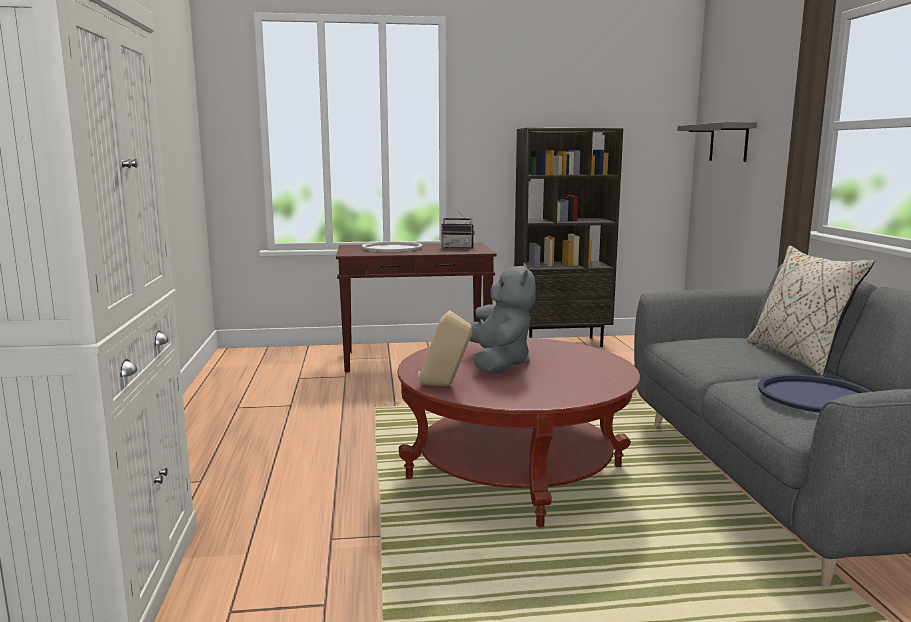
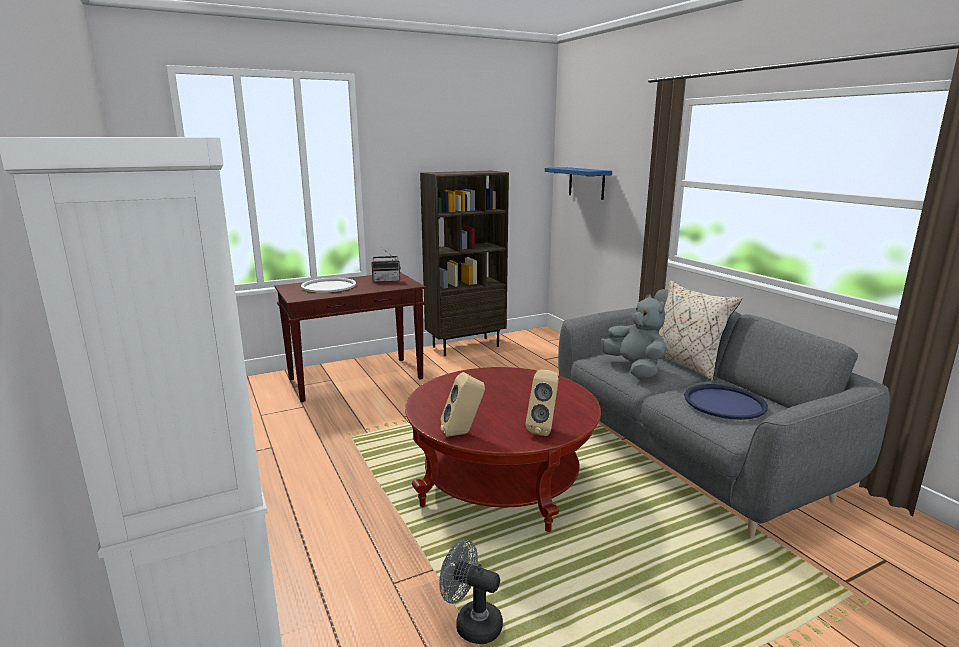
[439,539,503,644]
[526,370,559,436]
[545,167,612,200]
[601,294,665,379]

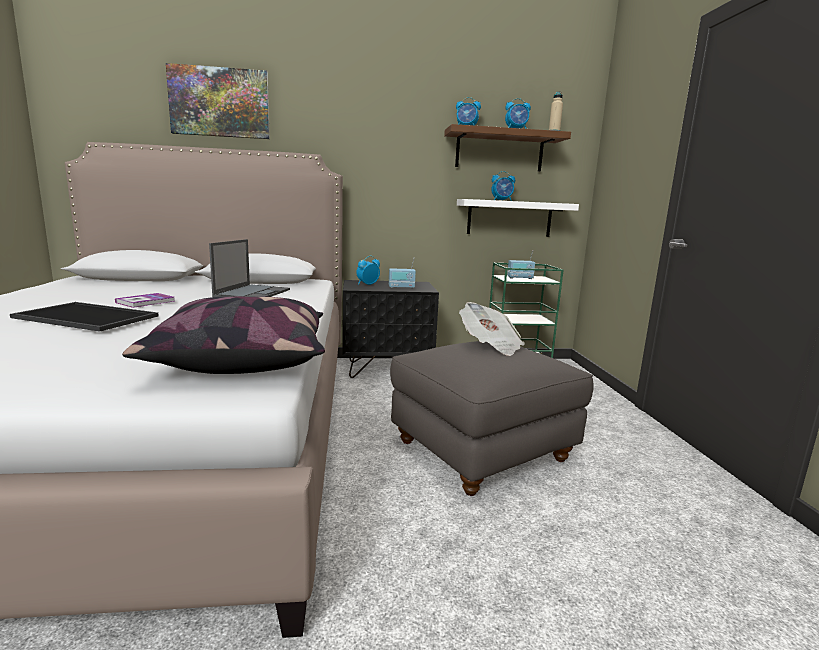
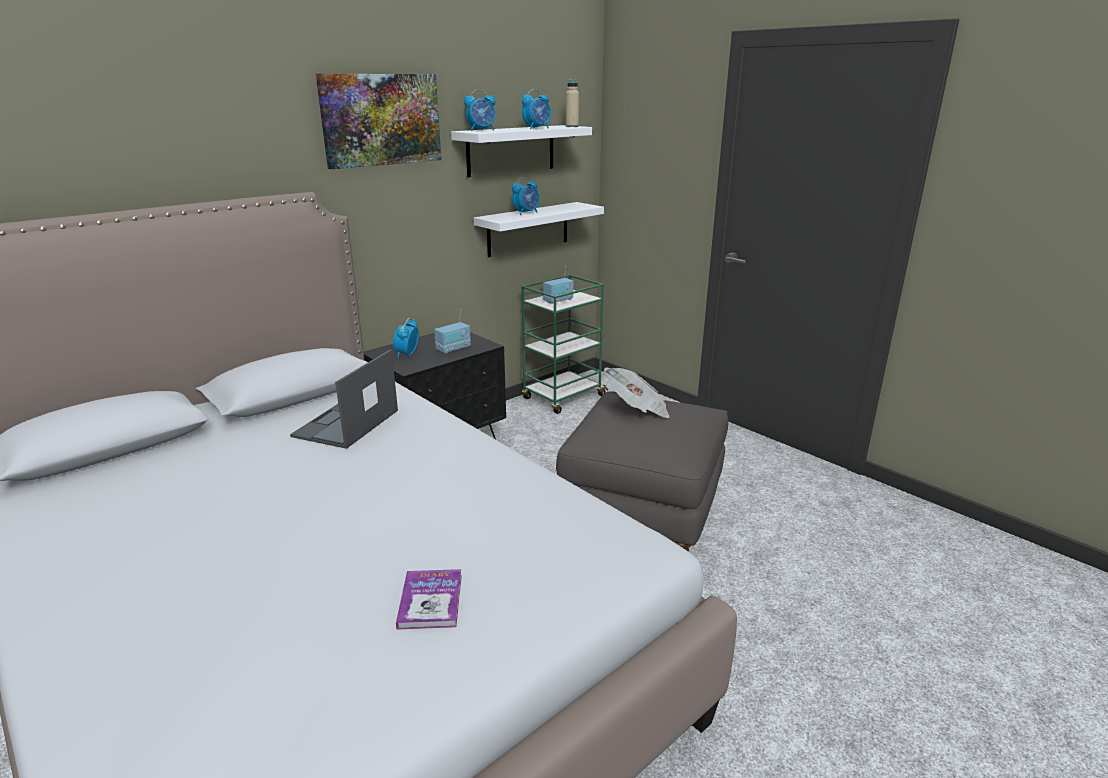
[290,350,398,449]
[316,74,441,169]
[396,569,462,630]
[451,125,592,177]
[10,302,159,332] (first image)
[122,296,325,374] (first image)

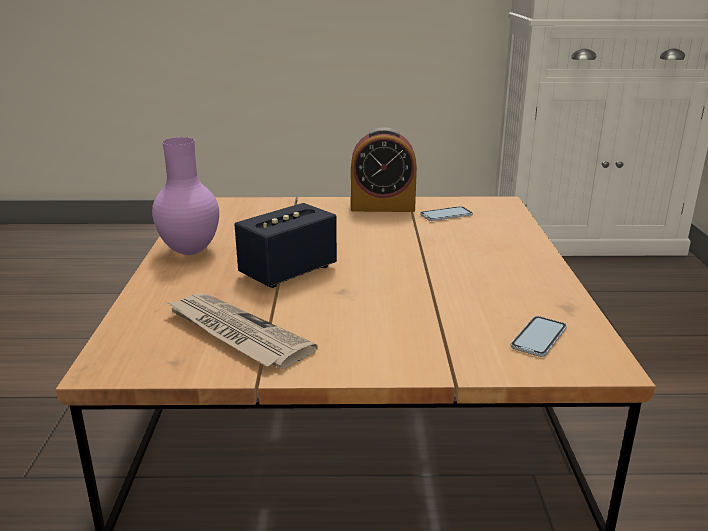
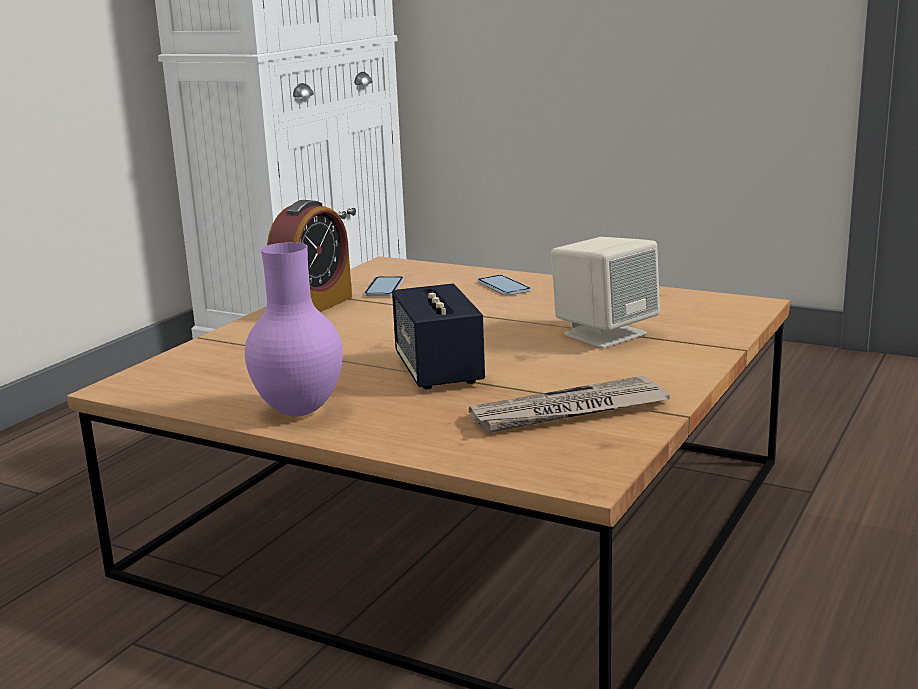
[477,275,531,295]
[551,237,660,348]

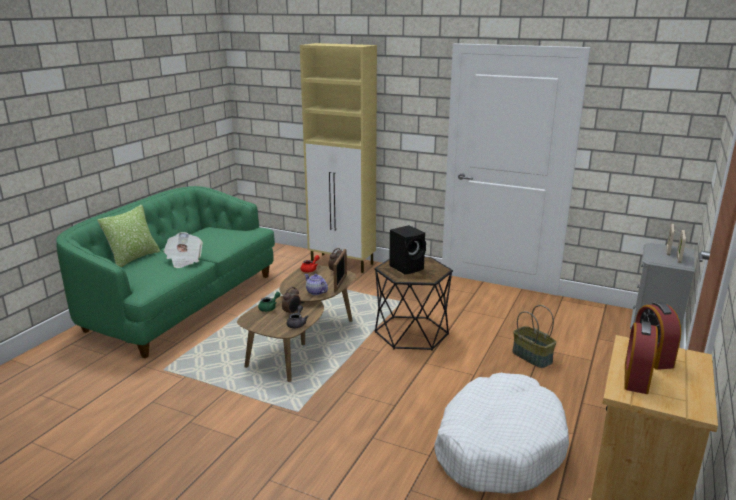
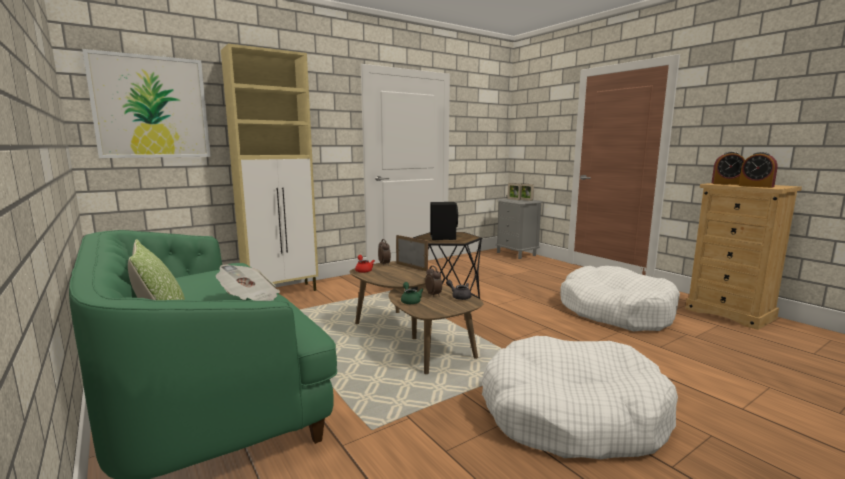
[82,49,211,158]
[482,336,678,459]
[305,274,328,295] (first image)
[512,305,556,368] (first image)

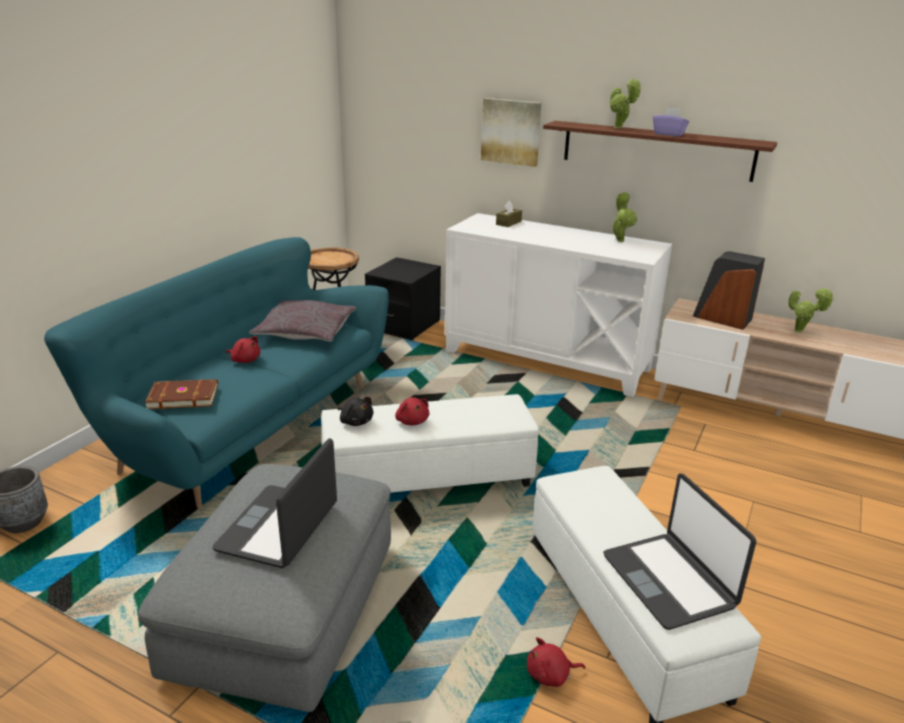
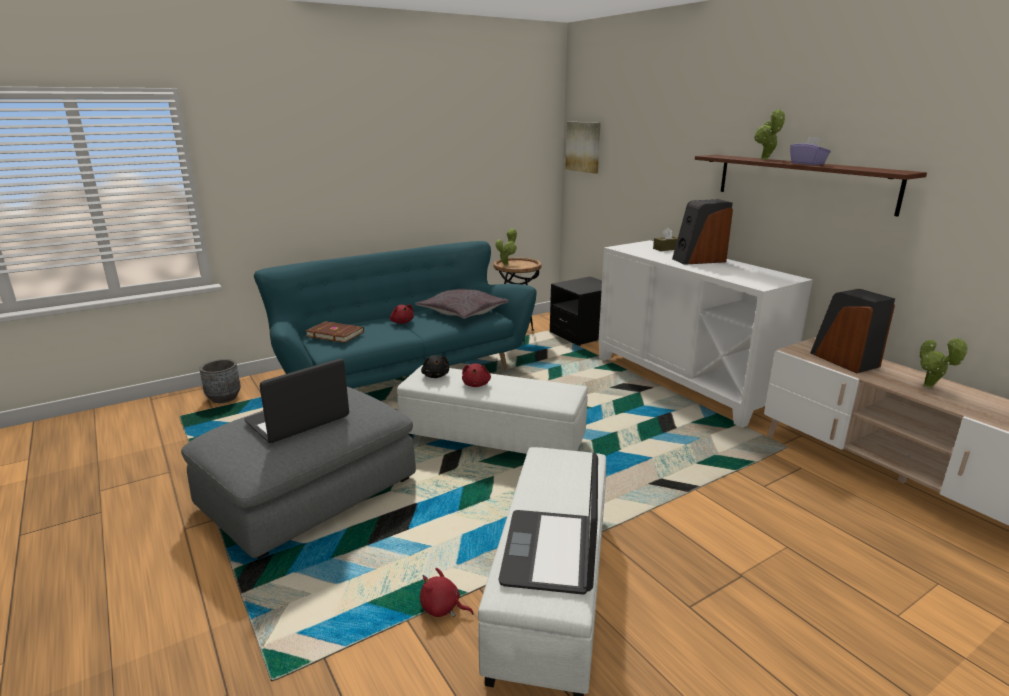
[496,228,517,266]
[565,122,601,174]
[672,199,733,265]

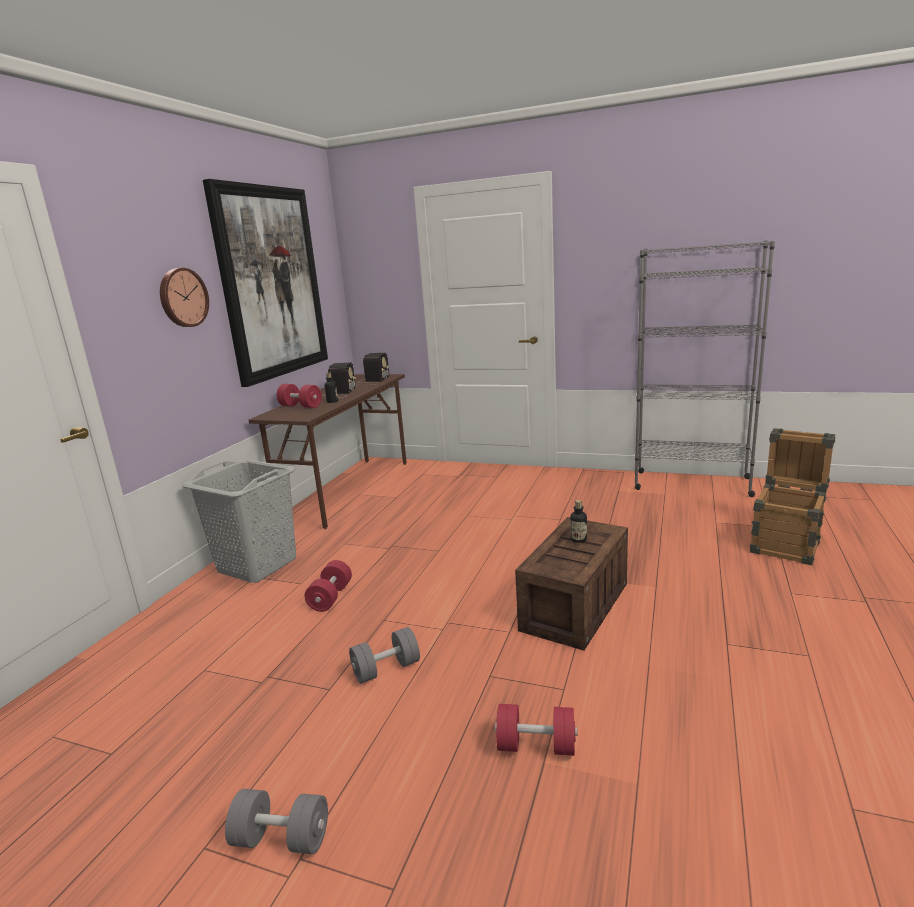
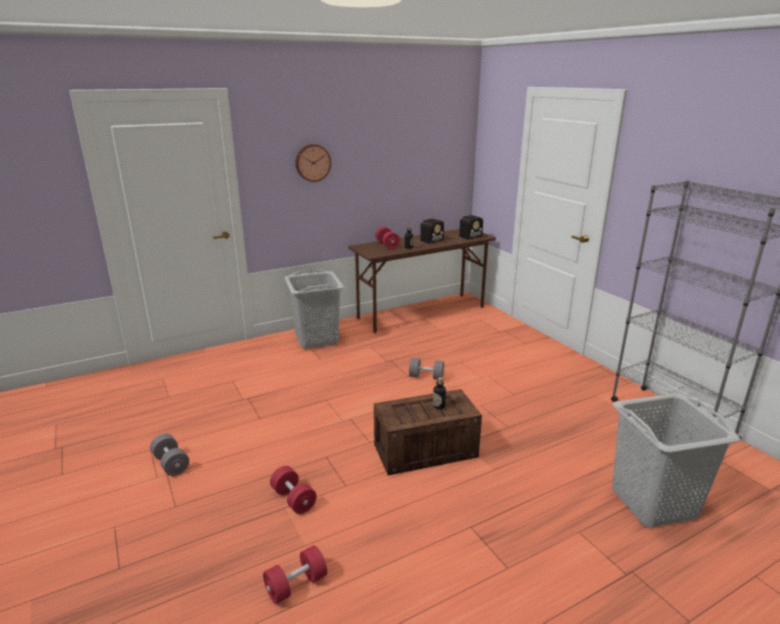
[263,545,327,604]
[409,358,445,380]
[612,393,741,528]
[203,179,328,387] (first image)

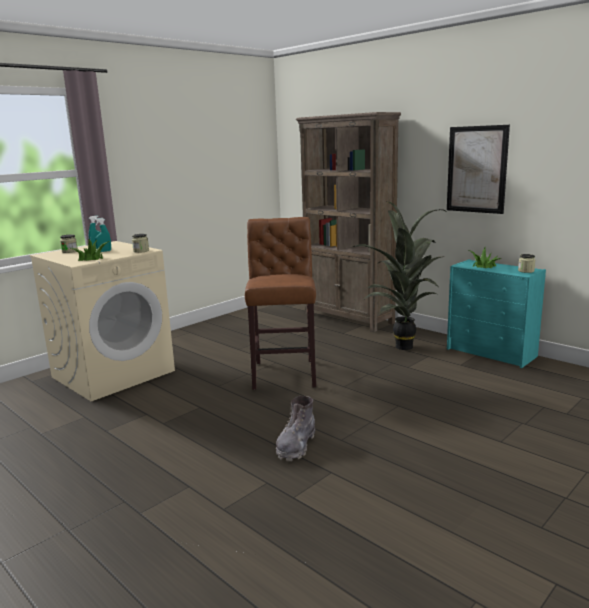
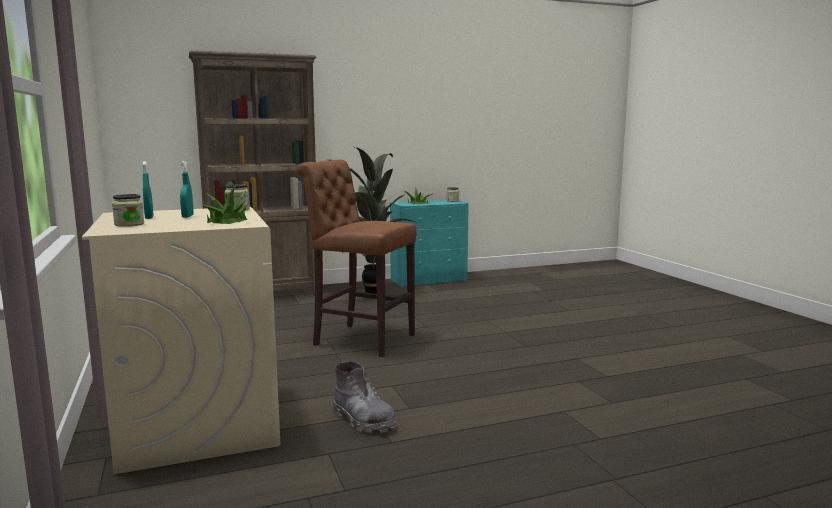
[333,361,396,433]
[447,125,510,214] (first image)

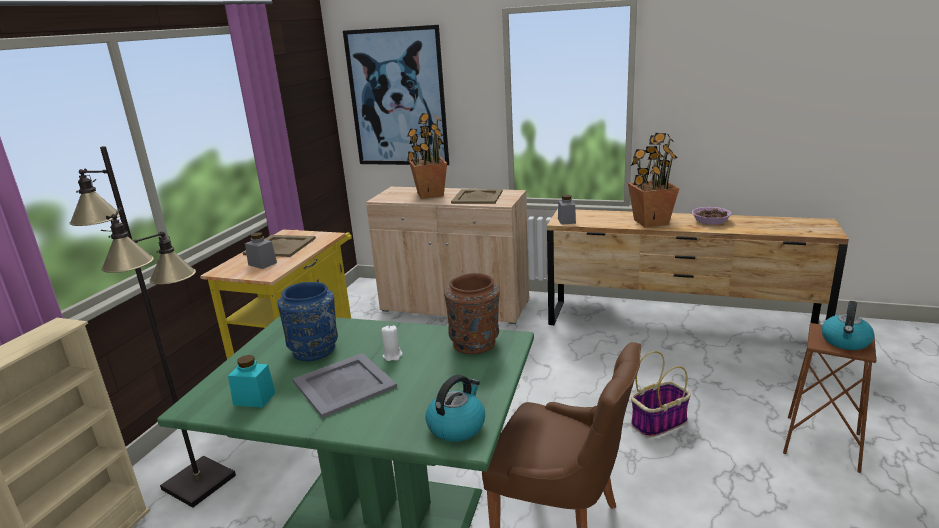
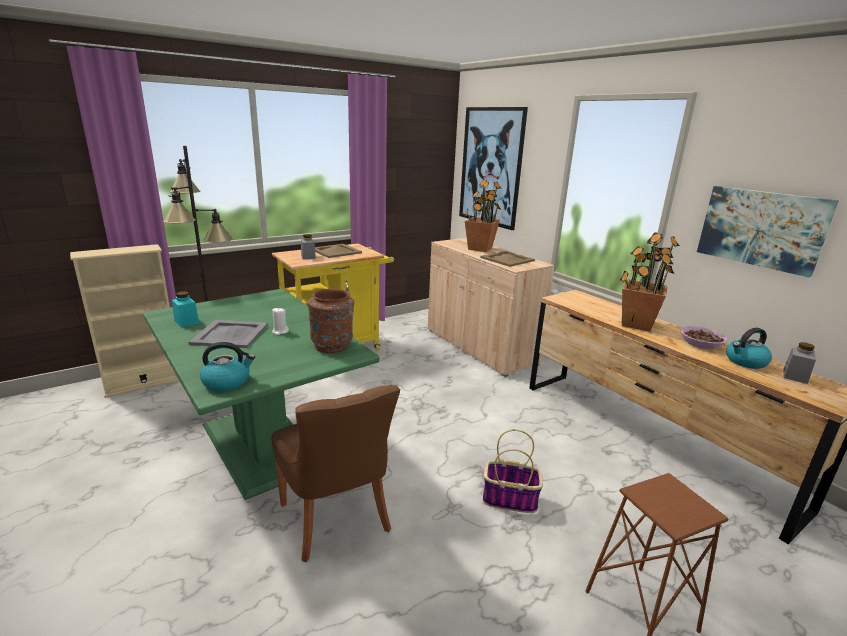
[697,186,839,277]
[726,328,772,369]
[783,342,816,384]
[277,282,338,361] (first image)

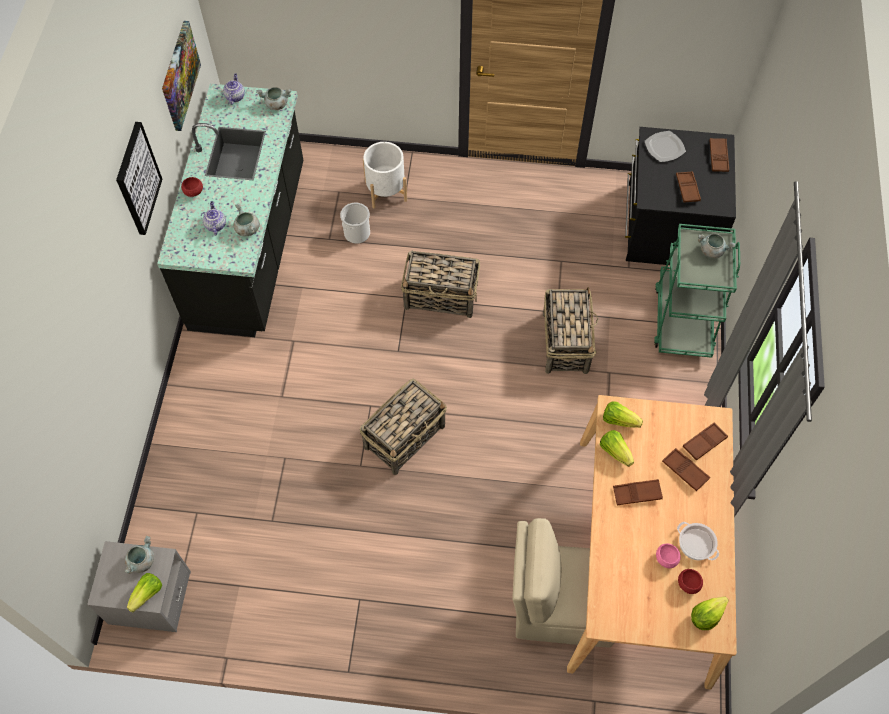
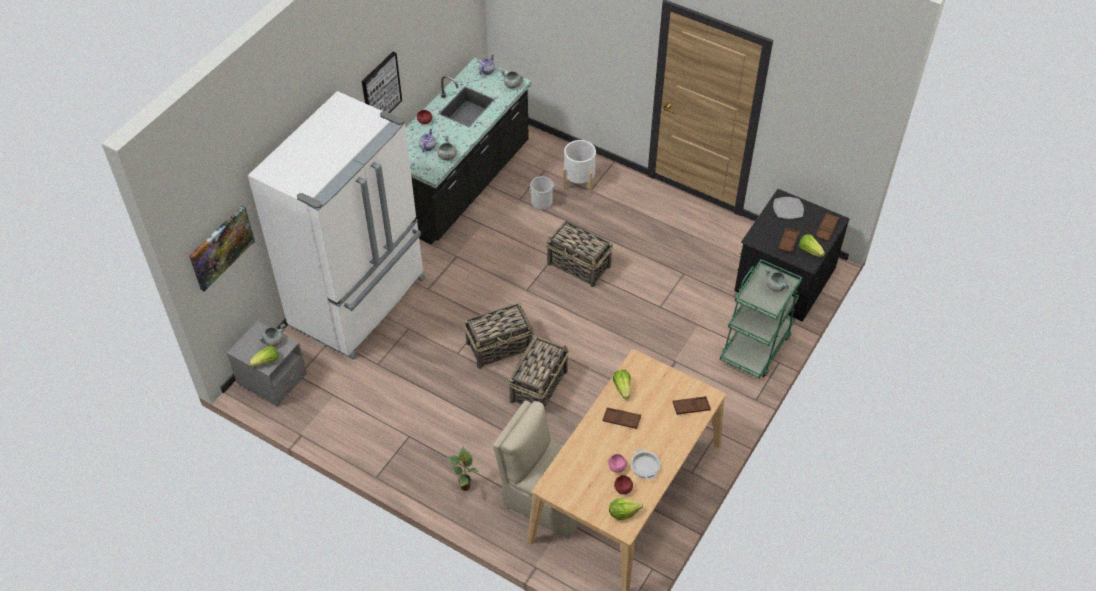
[189,206,255,291]
[248,91,425,360]
[447,446,479,491]
[508,336,569,407]
[799,234,825,257]
[662,448,710,491] (first image)

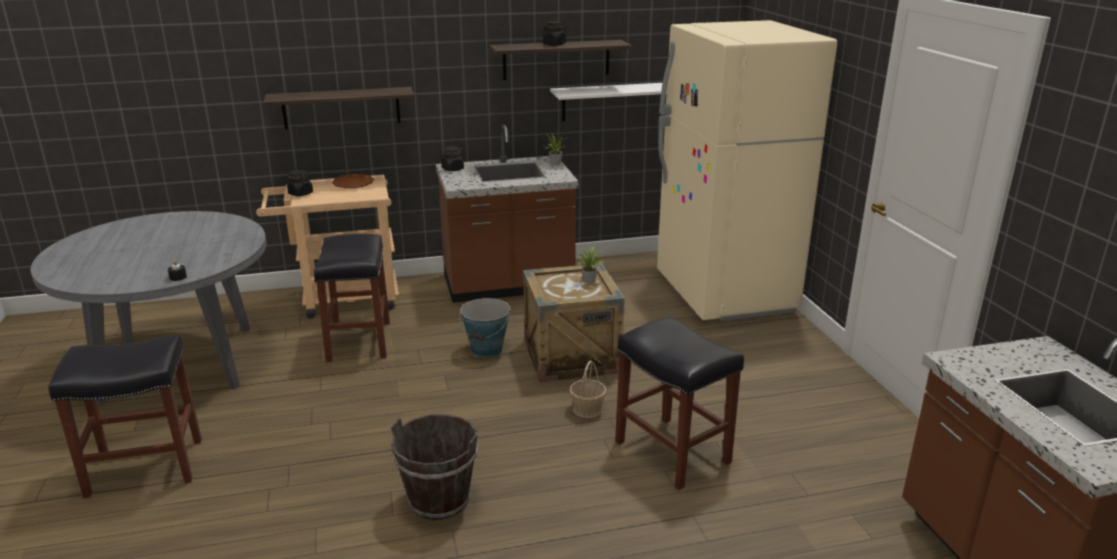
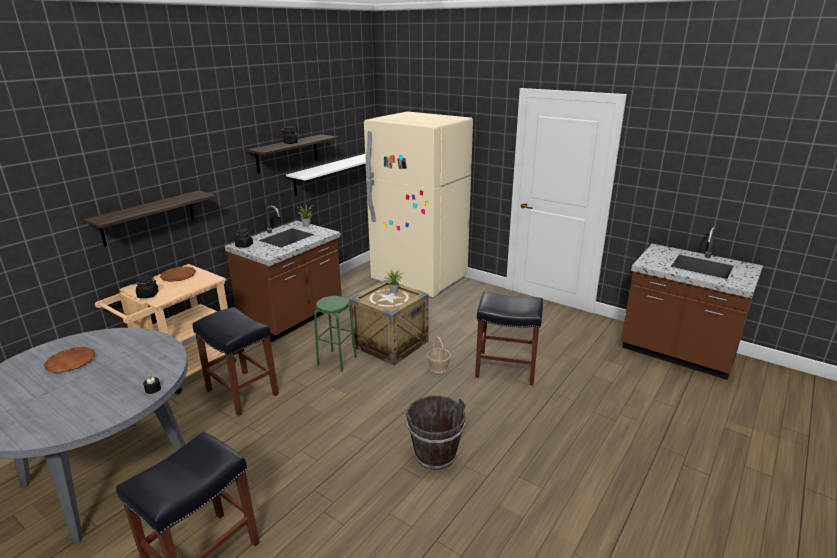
[44,347,96,373]
[314,296,357,372]

